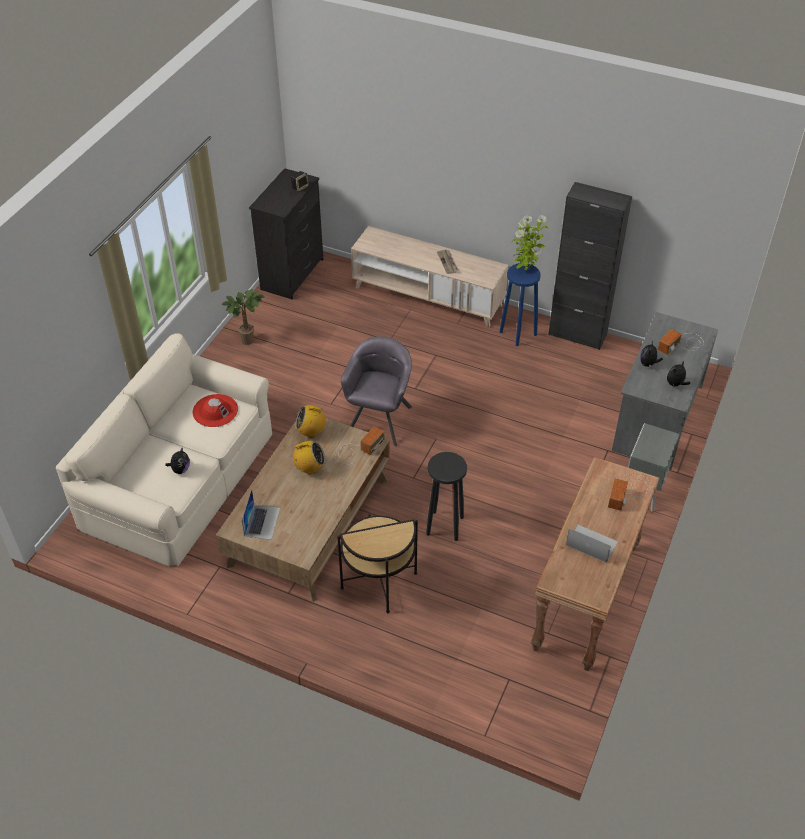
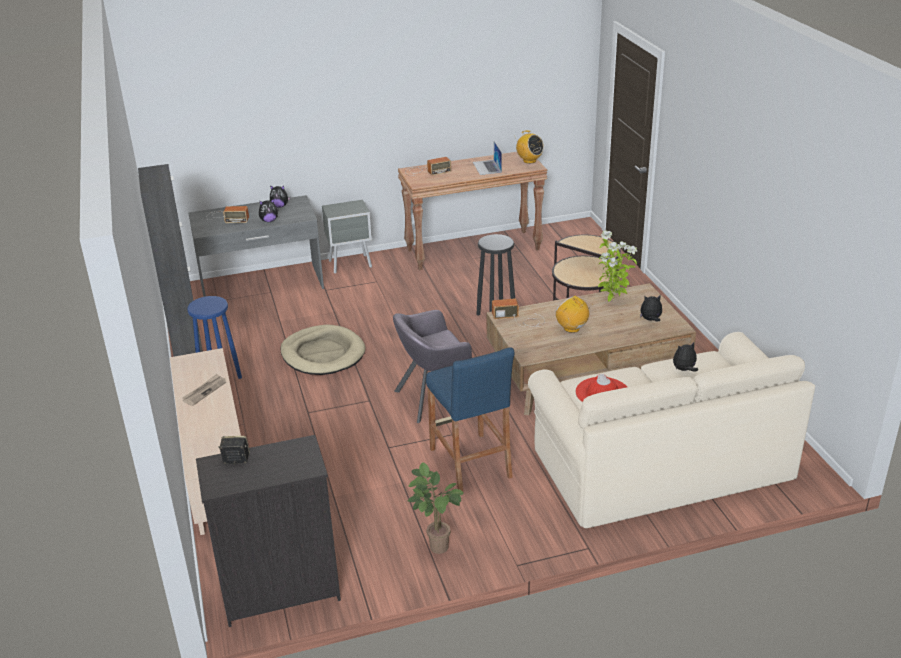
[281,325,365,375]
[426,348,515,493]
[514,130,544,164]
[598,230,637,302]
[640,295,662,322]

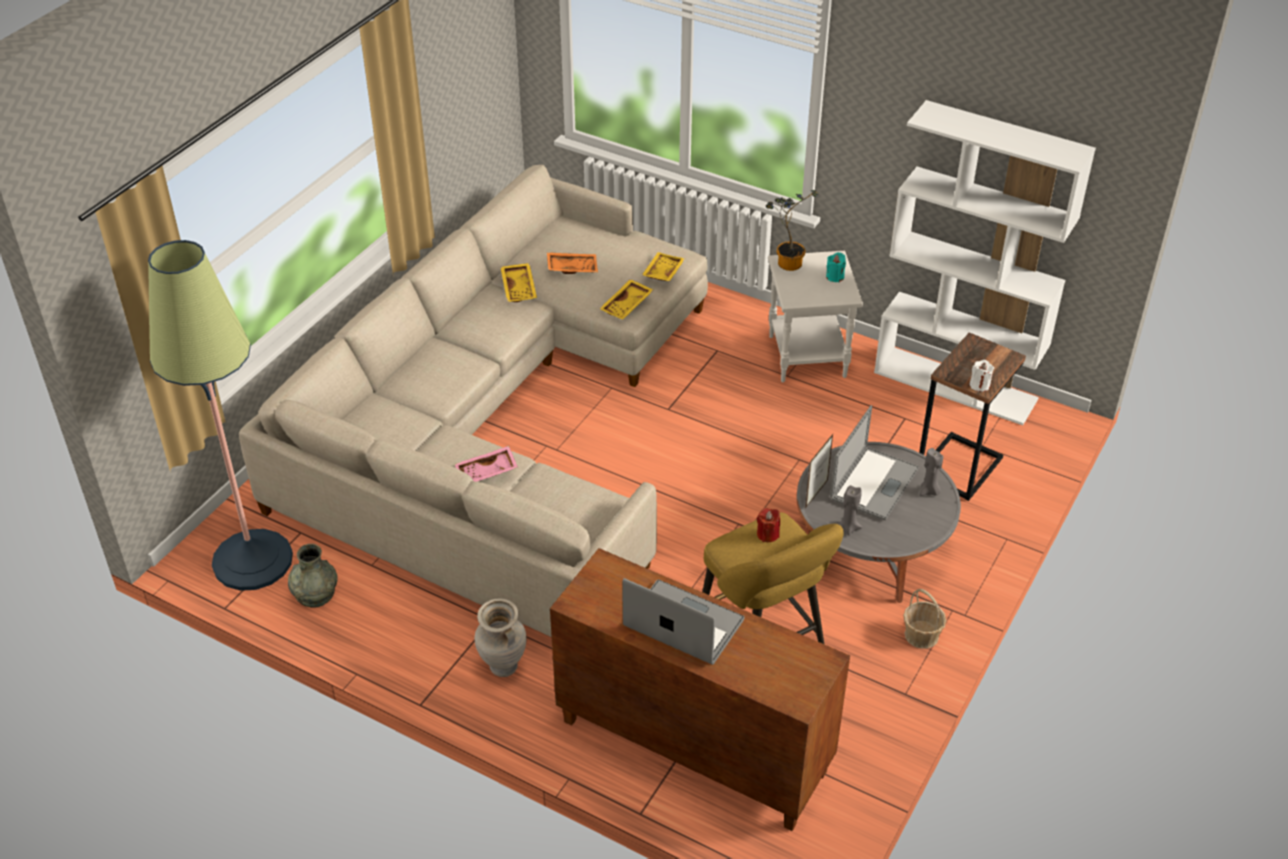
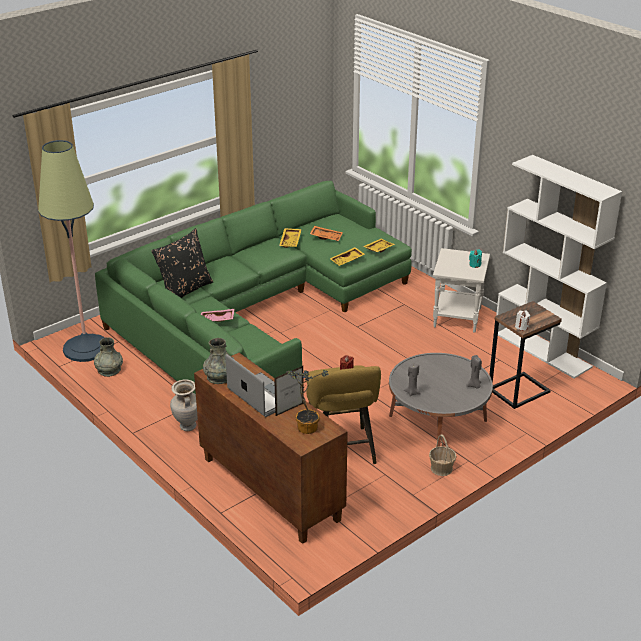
[95,181,412,394]
[151,228,213,298]
[203,338,235,384]
[274,366,304,417]
[287,370,329,434]
[830,405,919,520] (first image)

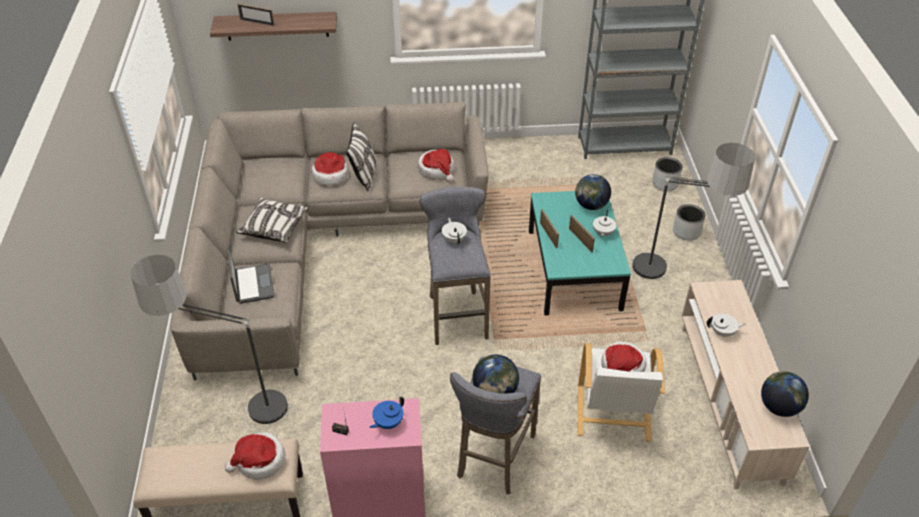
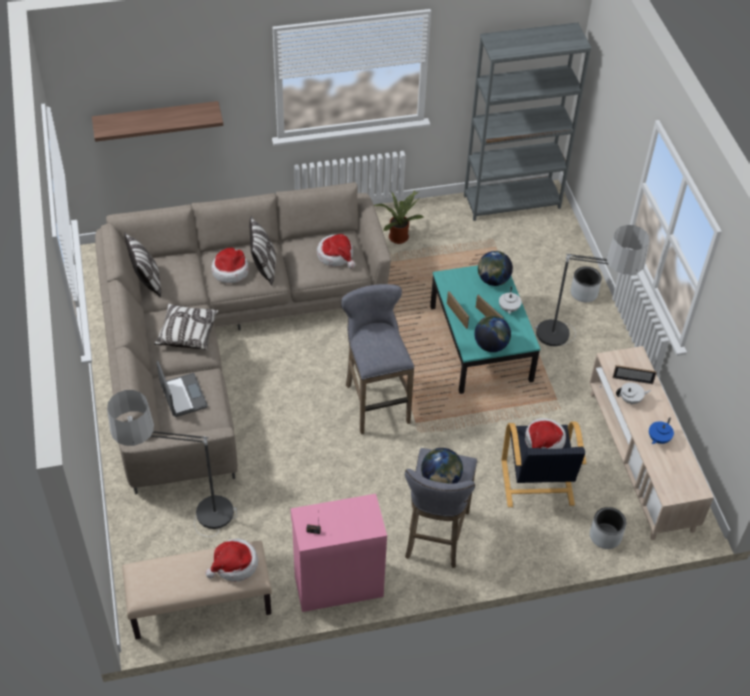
[125,232,161,297]
[374,189,425,244]
[474,316,511,352]
[502,422,586,507]
[590,507,626,549]
[613,365,657,384]
[649,417,674,444]
[442,218,467,244] (first image)

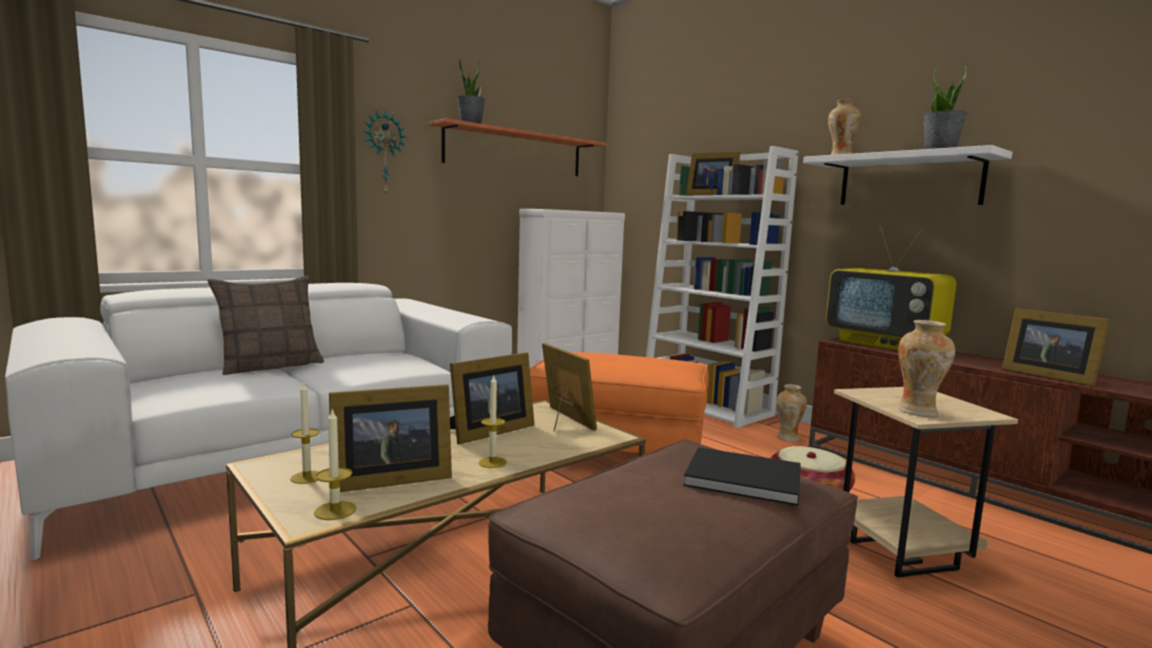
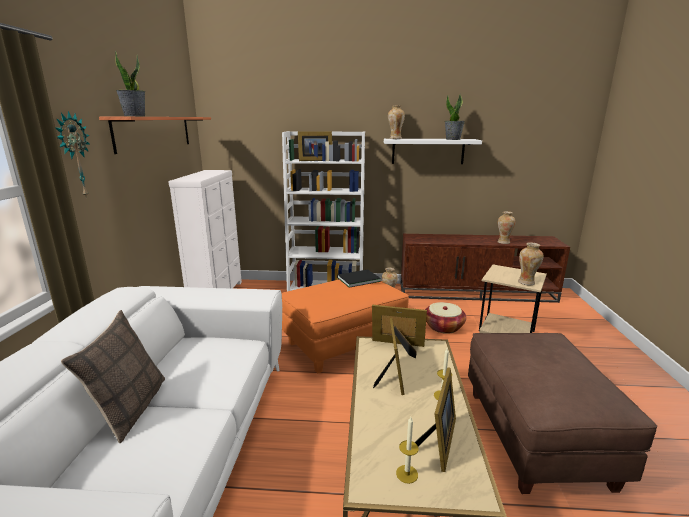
[337,269,381,288]
[498,211,516,244]
[314,408,356,520] (first image)
[826,226,956,351] (first image)

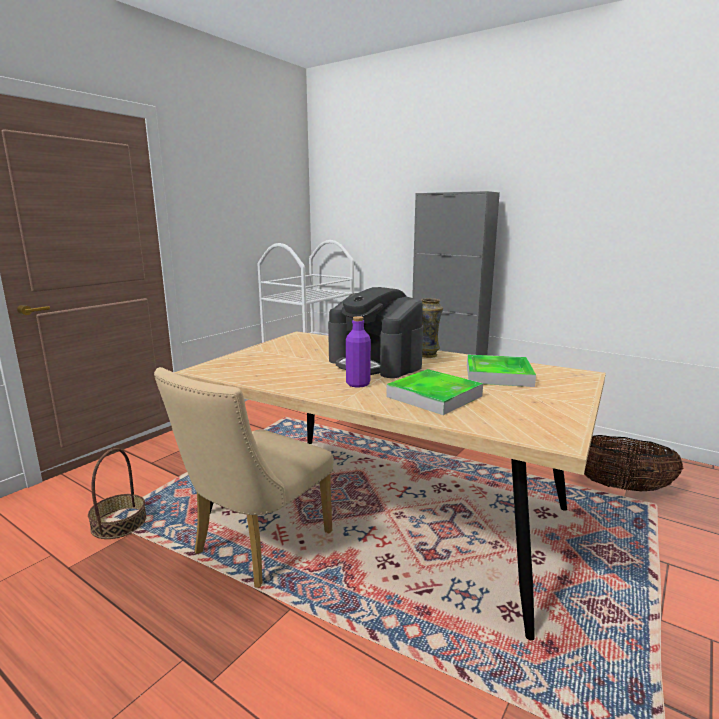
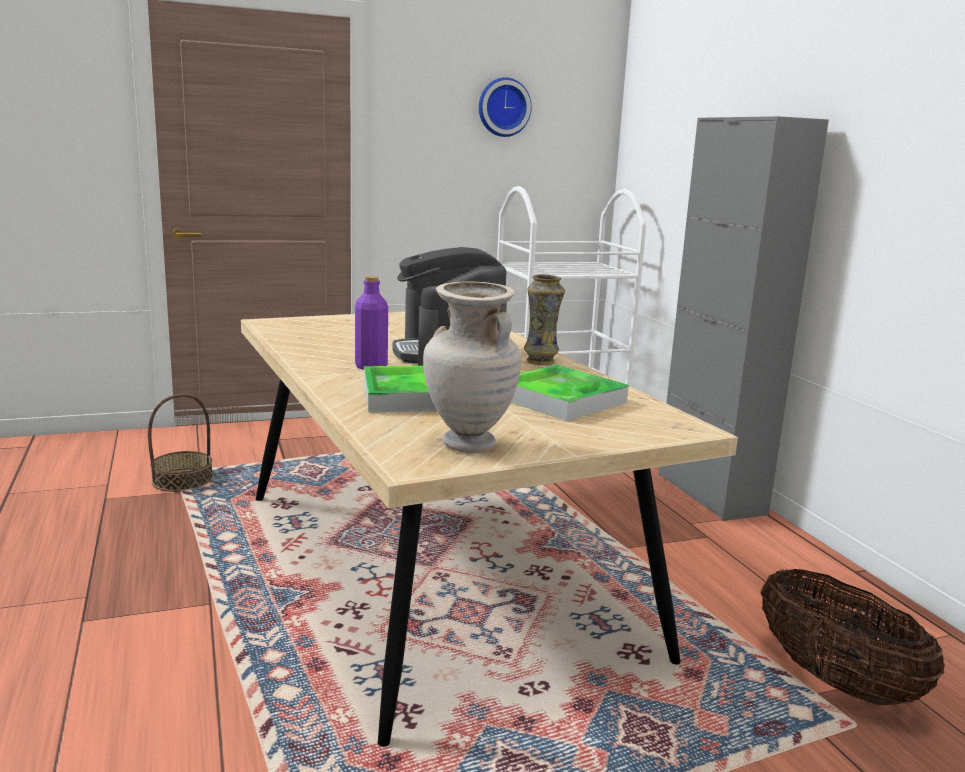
[423,281,522,453]
[479,77,532,137]
[154,367,333,588] (first image)

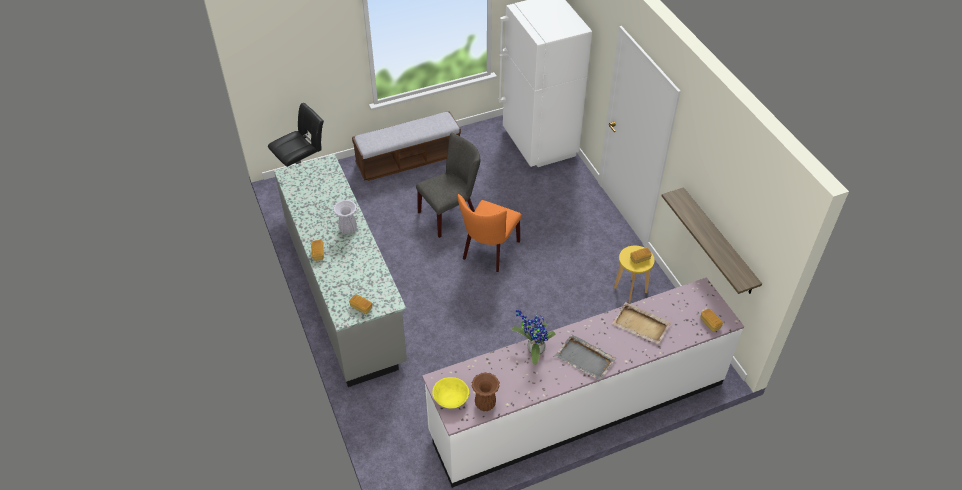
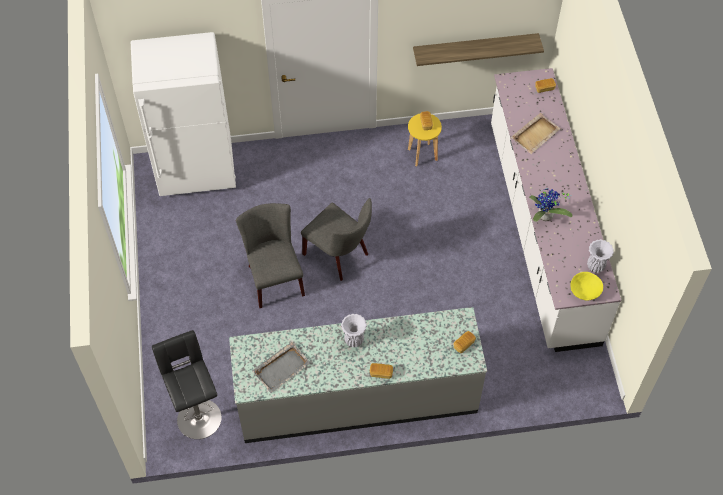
[252,342,311,393]
[301,198,372,281]
[587,239,614,273]
[352,111,461,181] (first image)

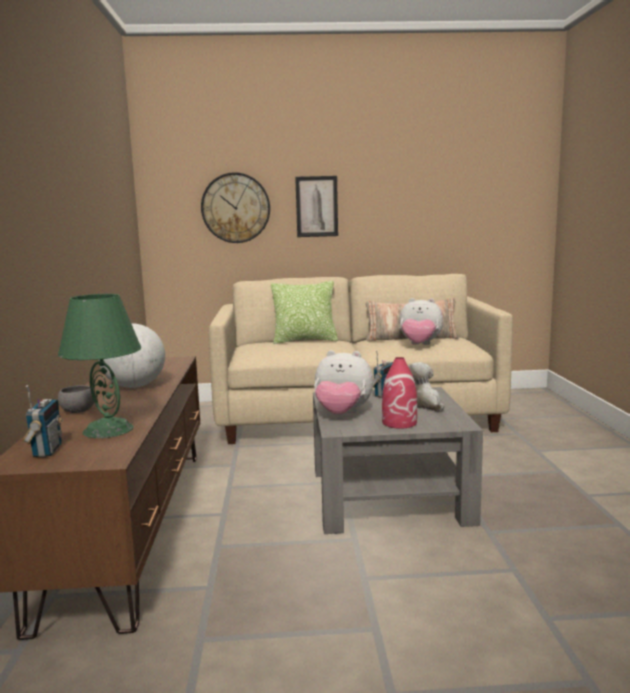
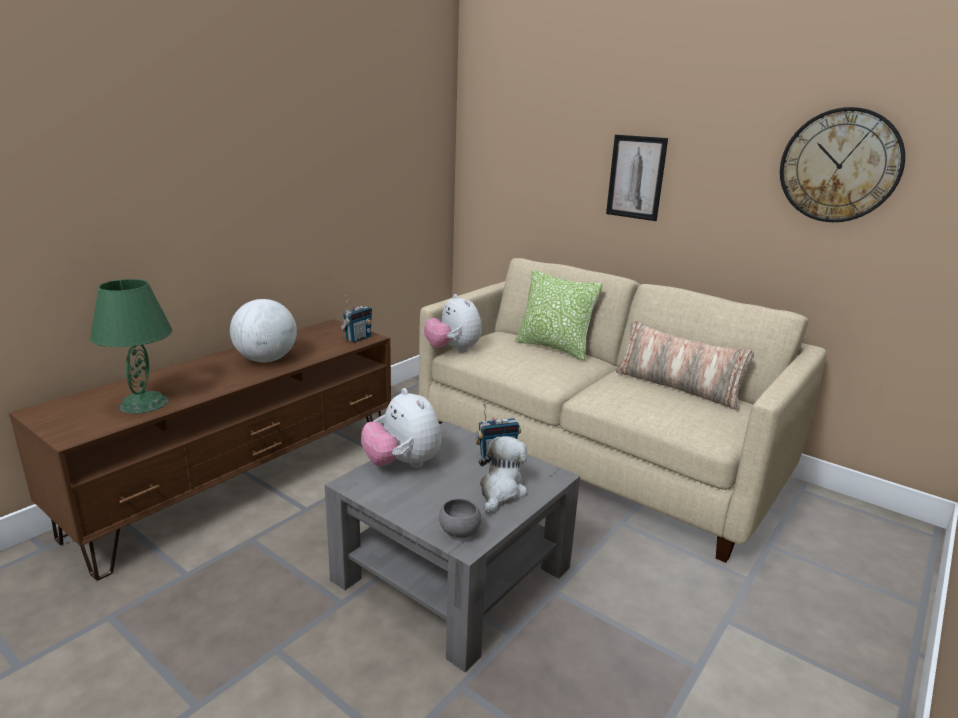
[341,296,372,342]
[424,294,482,352]
[439,499,481,538]
[780,107,905,222]
[382,357,417,429] (first image)

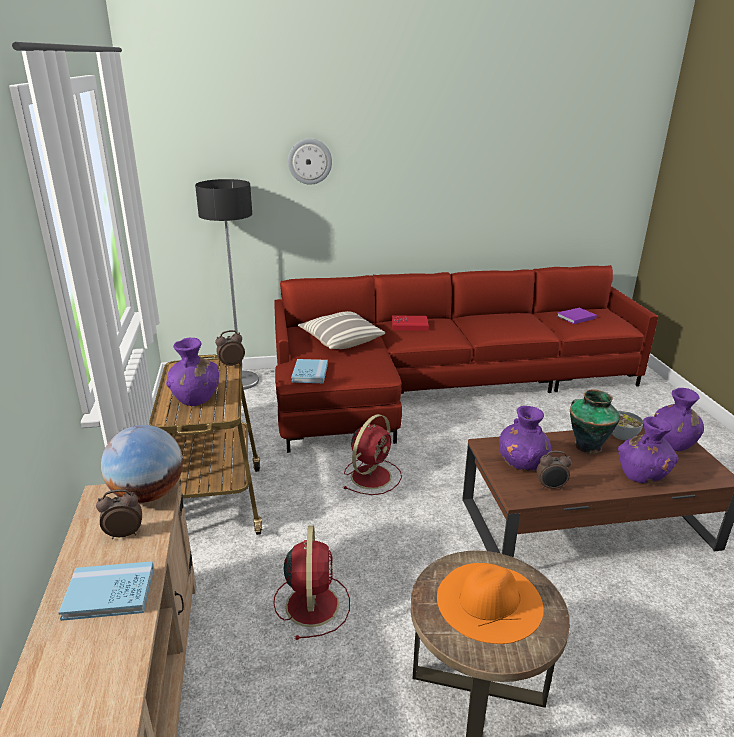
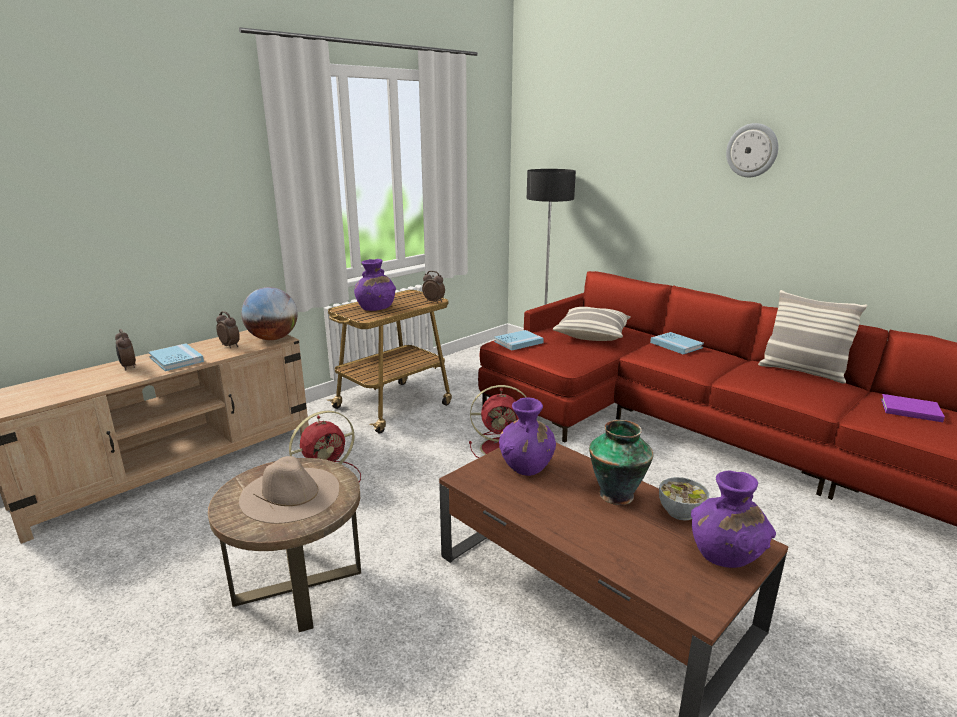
[115,329,136,370]
[239,456,339,524]
[650,332,704,354]
[726,123,778,177]
[758,290,867,384]
[618,417,679,484] (first image)

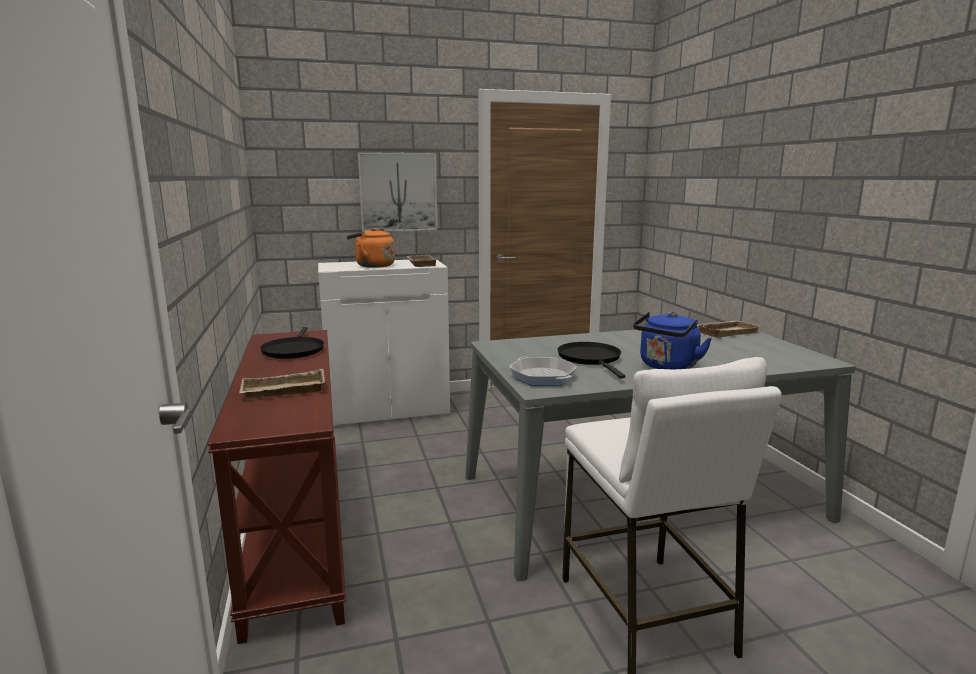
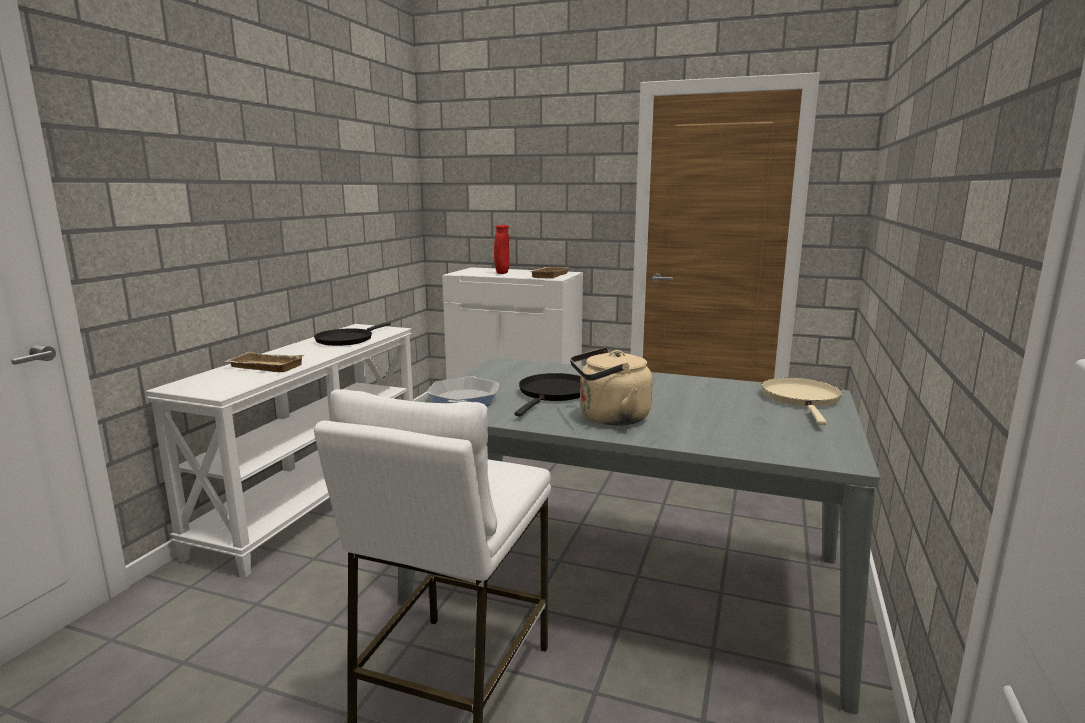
[146,324,413,578]
[494,225,509,274]
[570,347,653,425]
[761,378,843,425]
[358,152,438,232] (first image)

